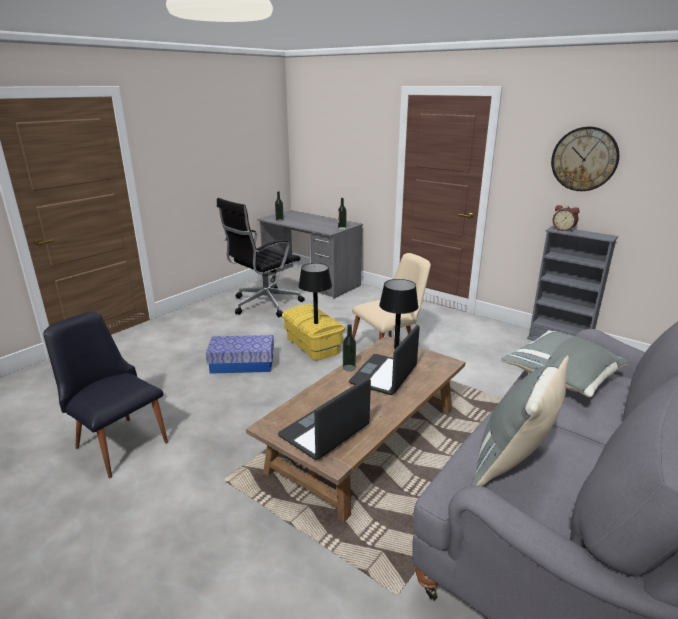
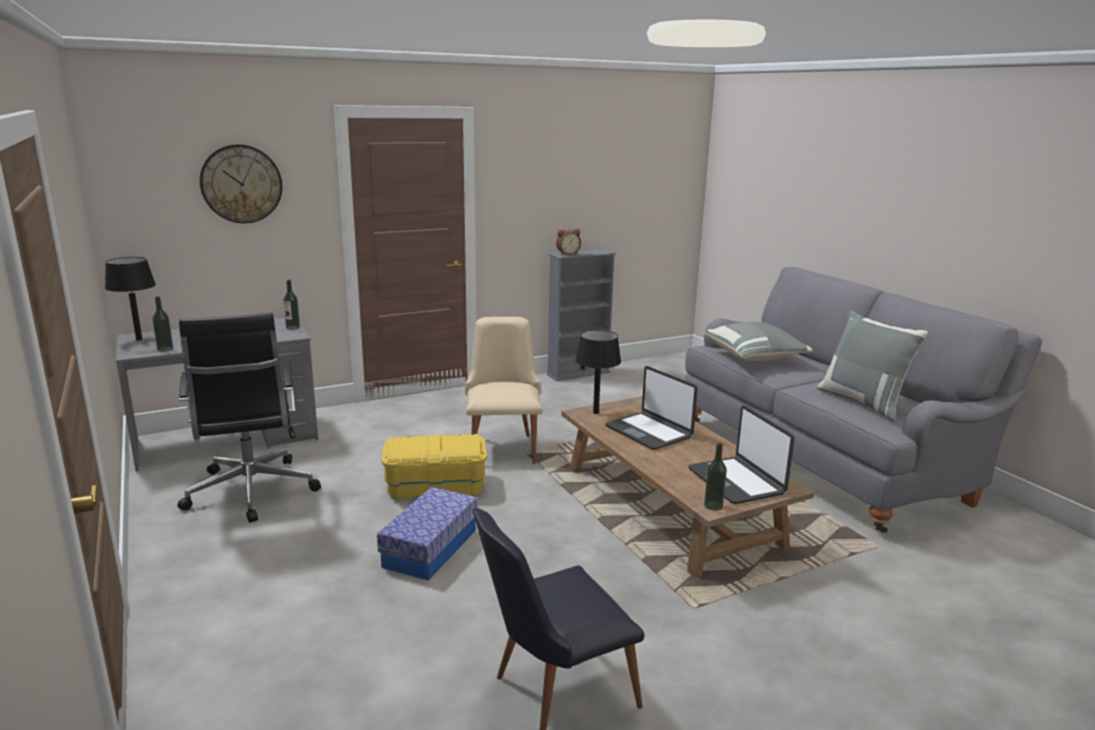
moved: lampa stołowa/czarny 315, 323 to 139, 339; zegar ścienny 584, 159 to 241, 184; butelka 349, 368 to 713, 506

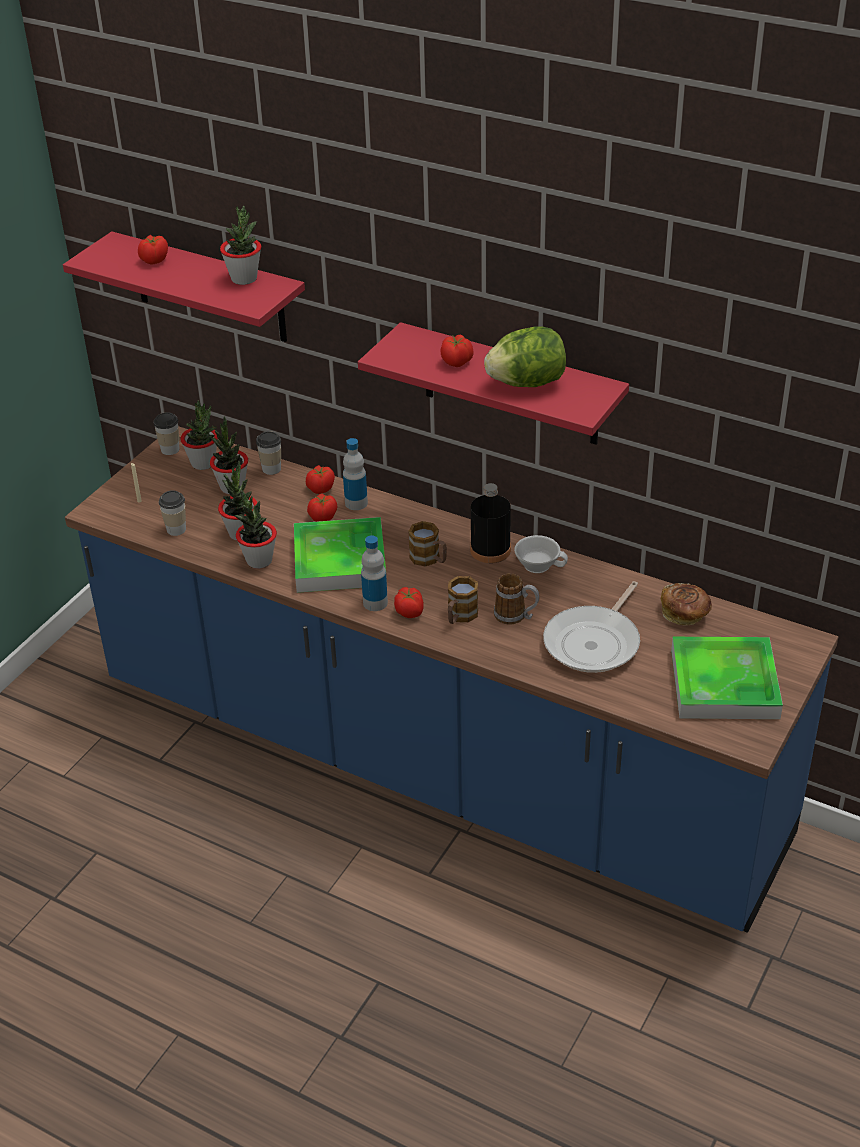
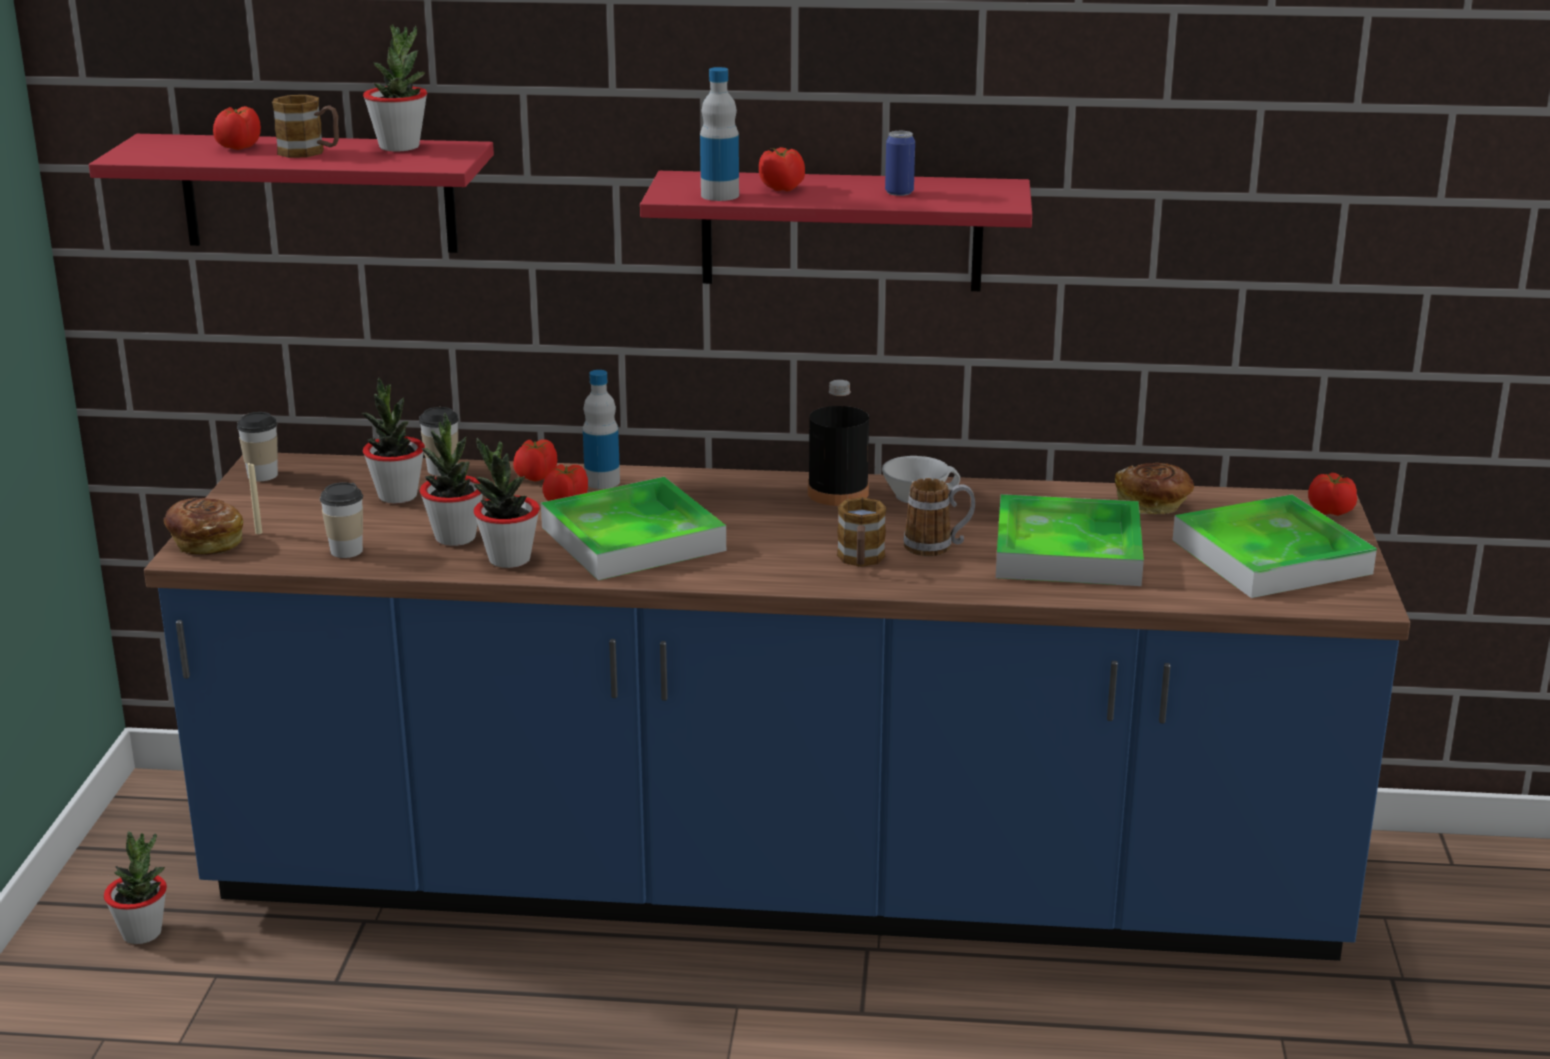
added: chleb 205, 542
moved: roślina doniczkowa 203, 463 to 142, 933; kubek 429, 559 to 310, 152; butelka 375, 603 to 720, 195; pomidor 409, 612 to 1330, 511
replaced: sałata 527, 383 to puszka 899, 192; patelnia 595, 642 to taca 1067, 551

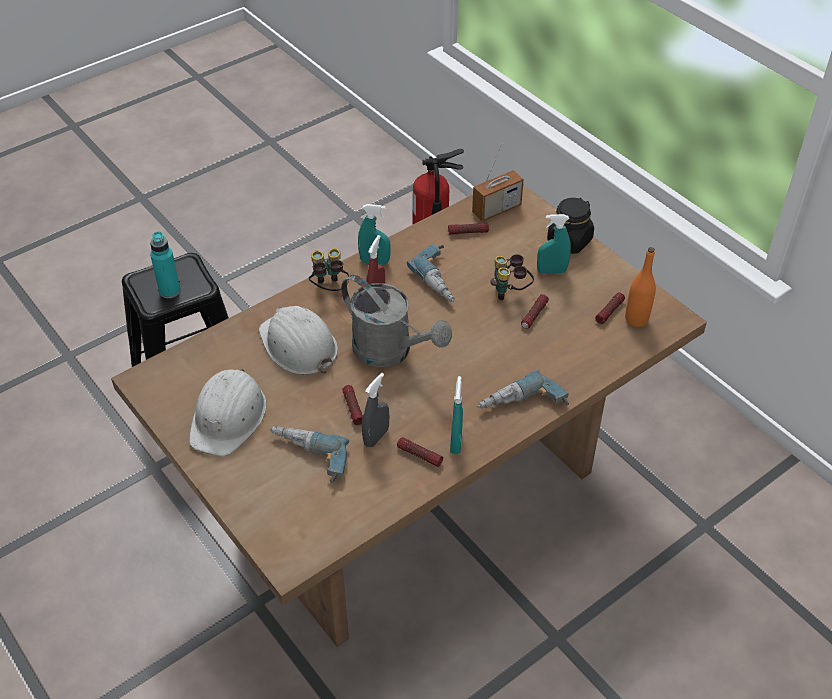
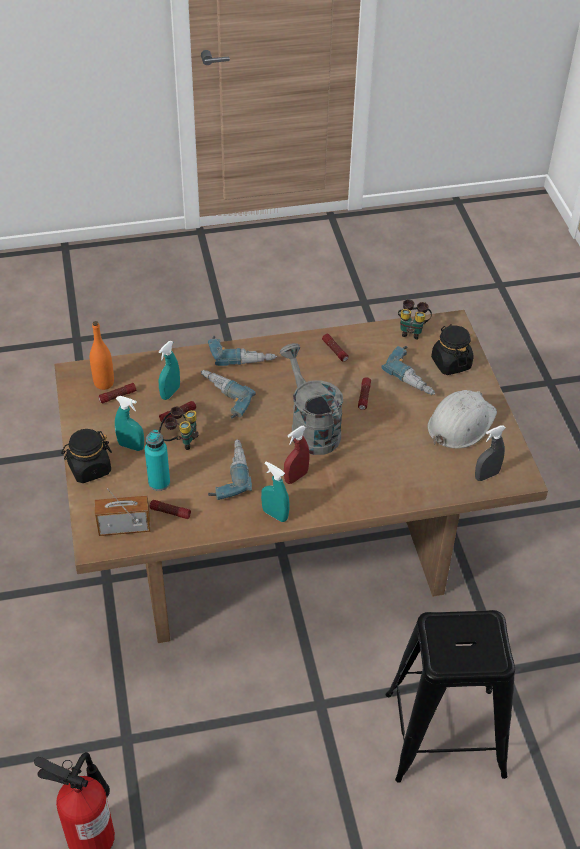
removed: kask/biały 298, 345
added: wiertarka 220, 399; słoik/czarny 450, 363
moved: butelka/turkusowy 170, 291 to 159, 482; spryskiwacz/turkusowy 456, 442 to 170, 393; lornetka 329, 289 to 412, 331; spryskiwacz/szary 376, 437 to 486, 475

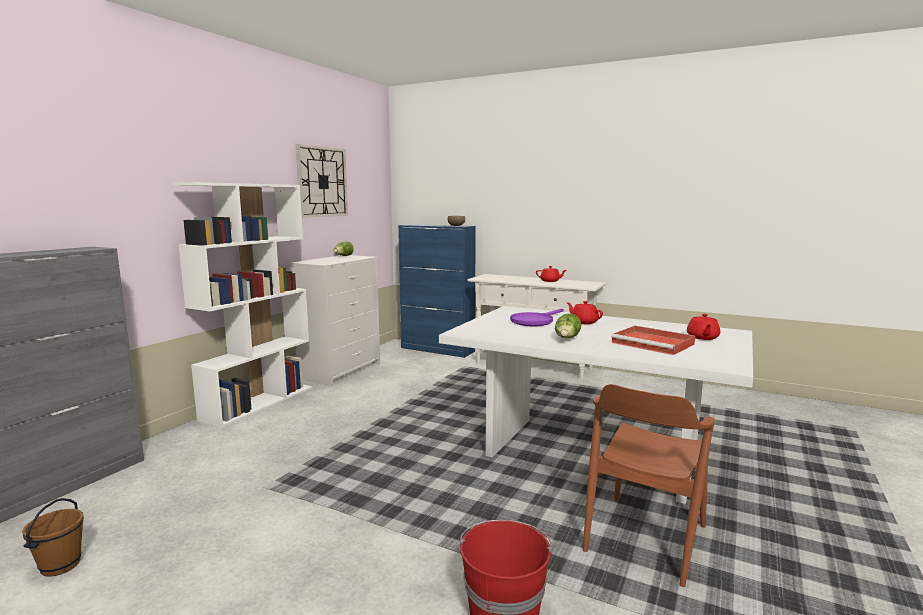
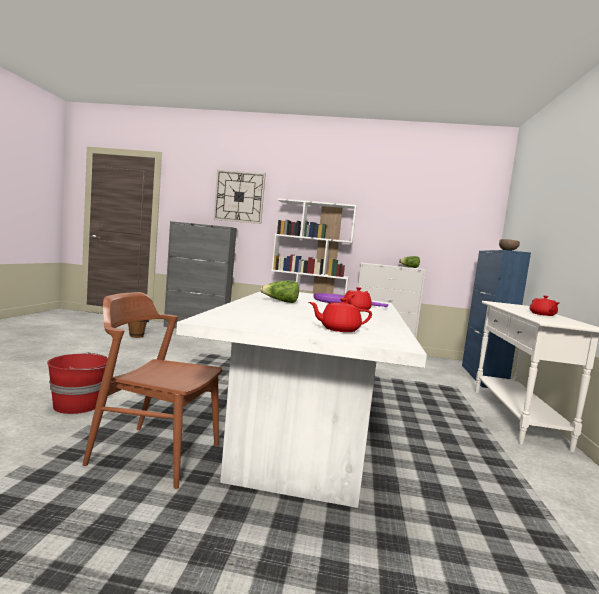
removed: taca/czerwony 654, 343
moved: zegar ścienny 322, 182 to 239, 197

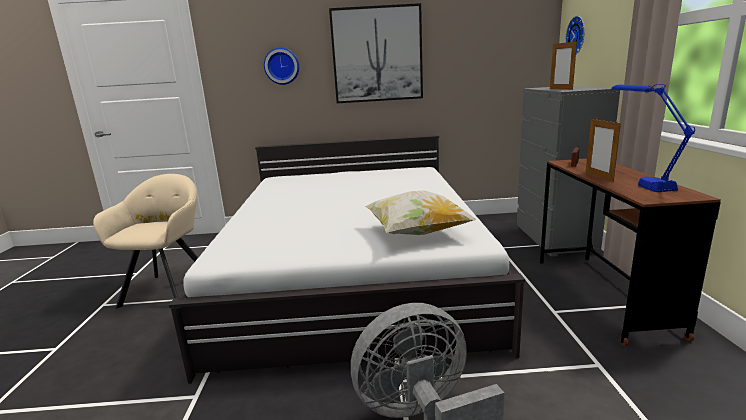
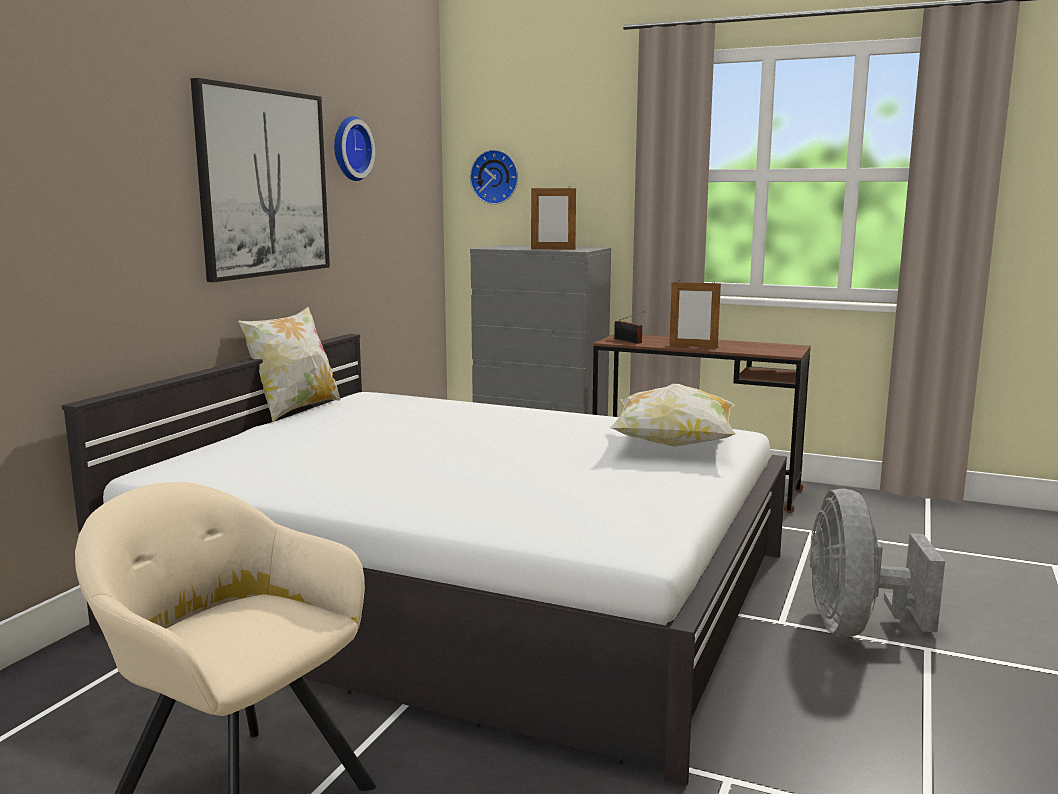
removed: lampa stołowa/niebieski 639, 181
added: poduszka 295, 409
moved: zegar ścienny 282, 66 to 349, 149

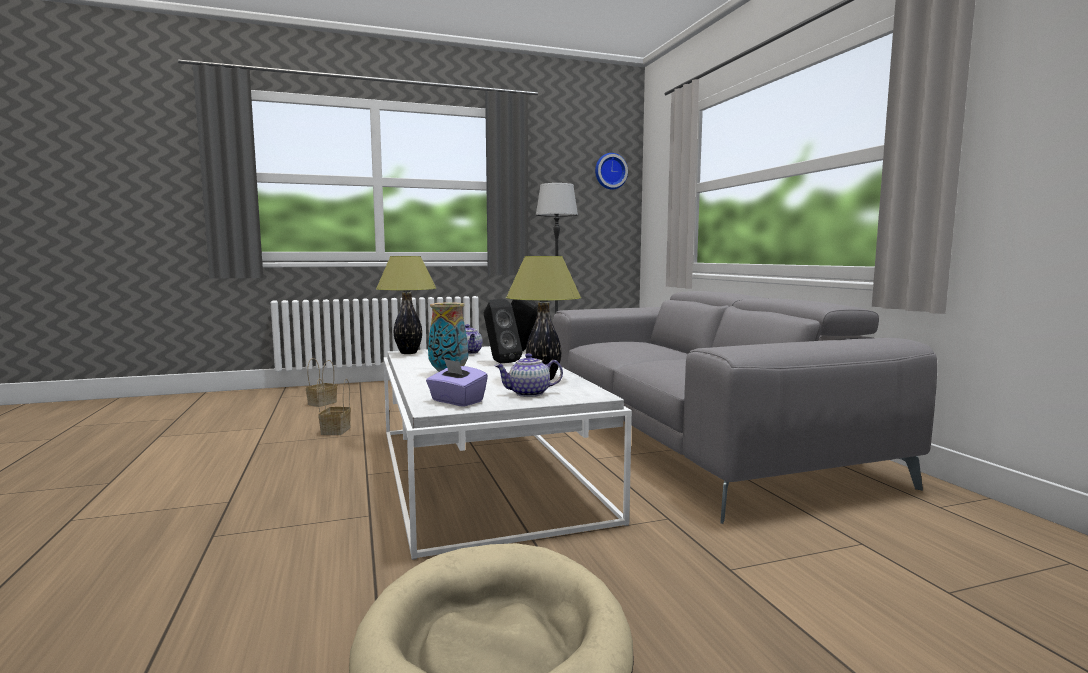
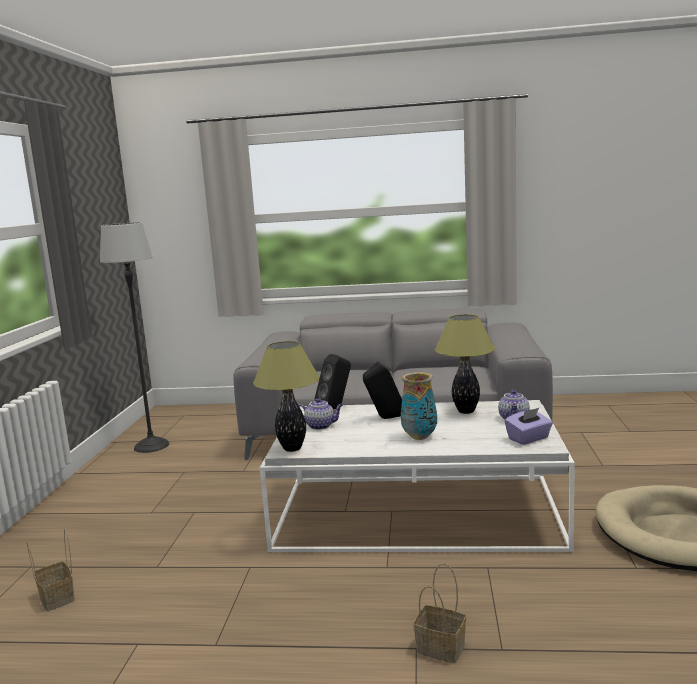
removed: zegar ścienny 610, 171
moved: koszyk 335, 430 to 439, 648

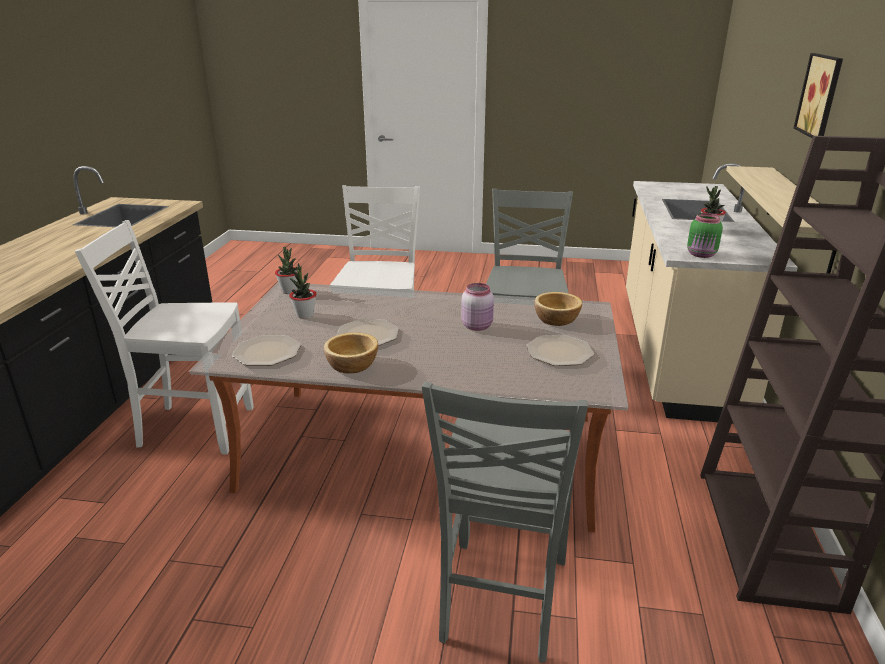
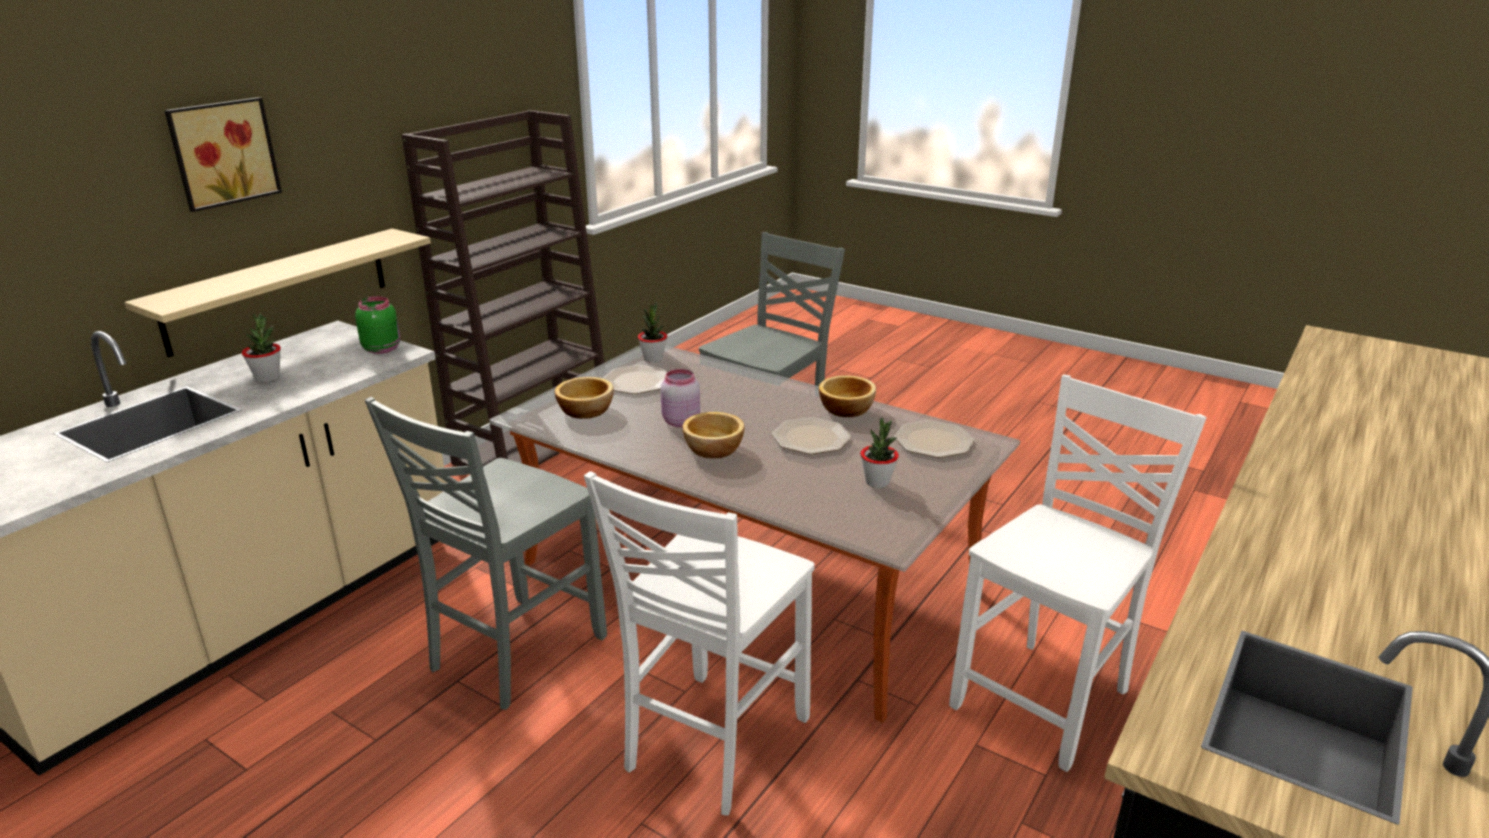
added: miska 715, 449
moved: roślina doniczkowa 289, 291 to 653, 359
turned: krzesło/biały 194, 427 = 1046, 700 75 degrees counterclockwise

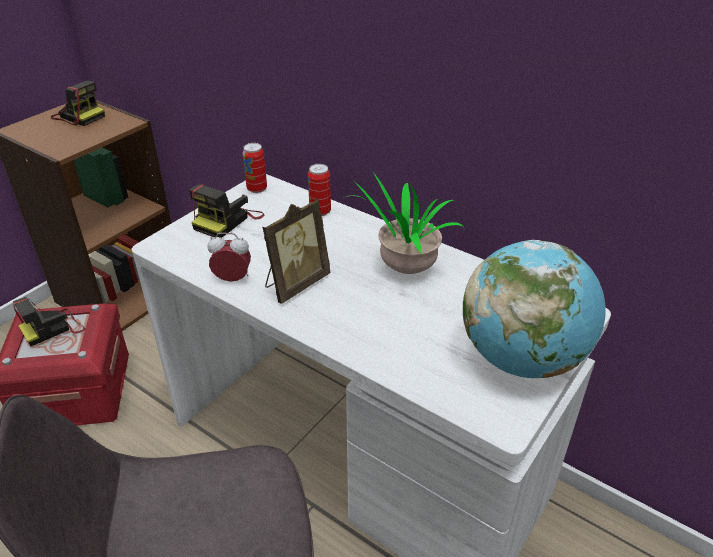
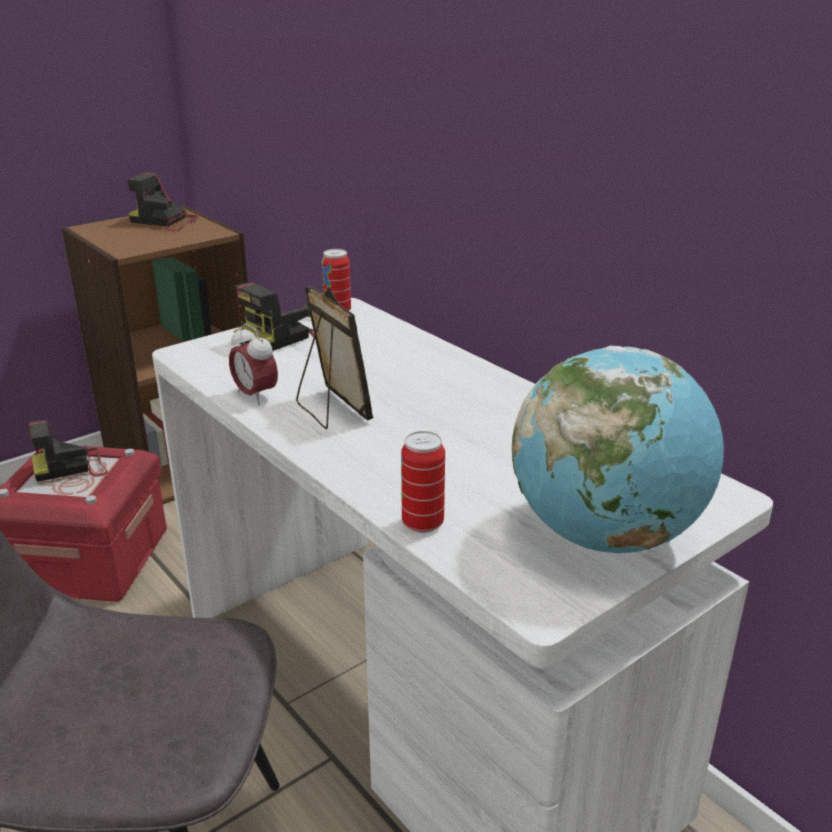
removed: roślina doniczkowa 403, 270
moved: puszka 320, 211 to 422, 523
turned: aparat fotograficzny 79, 116 = 165, 222 150 degrees clockwise; budzik 233, 279 = 255, 396 150 degrees counterclockwise; ramka na zdjęcie 295, 284 = 331, 411 90 degrees counterclockwise

